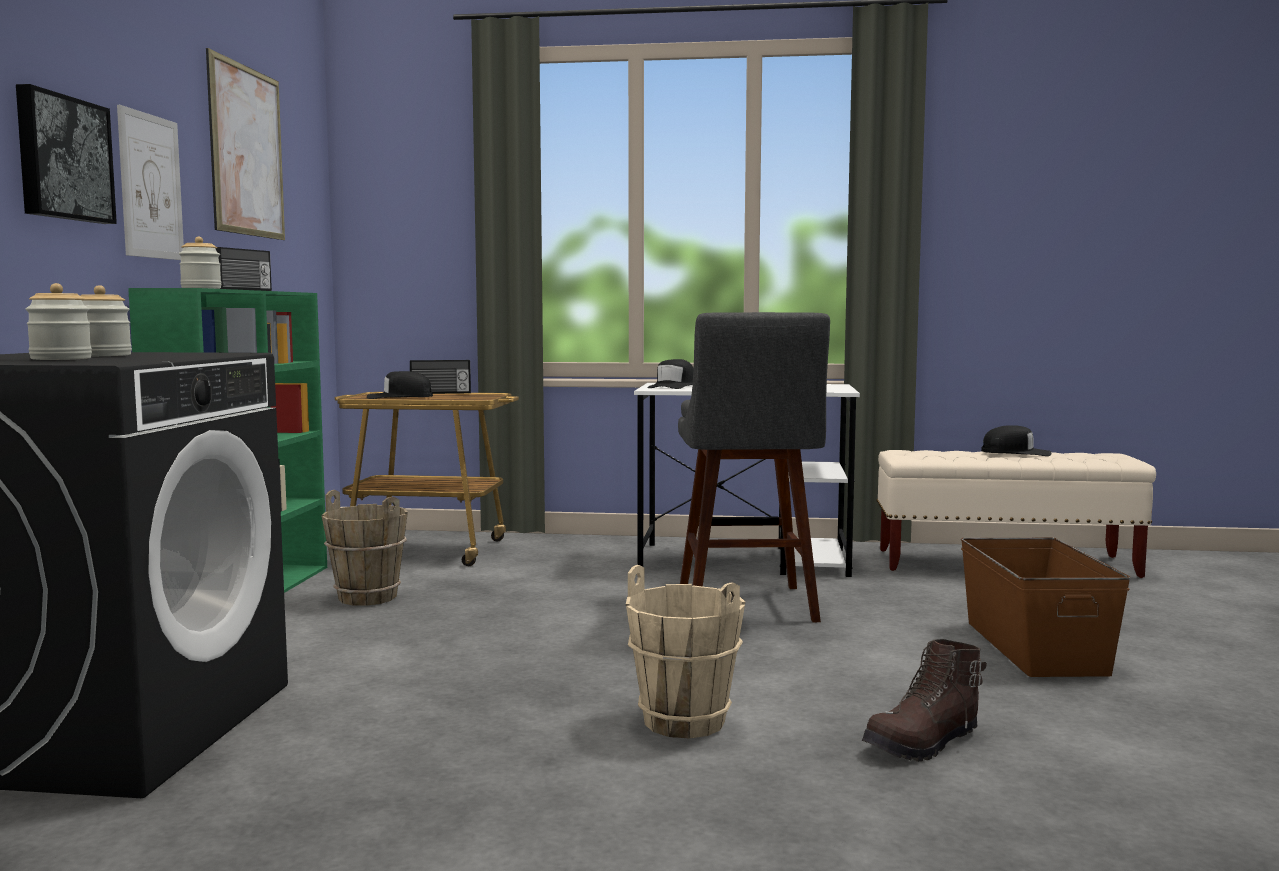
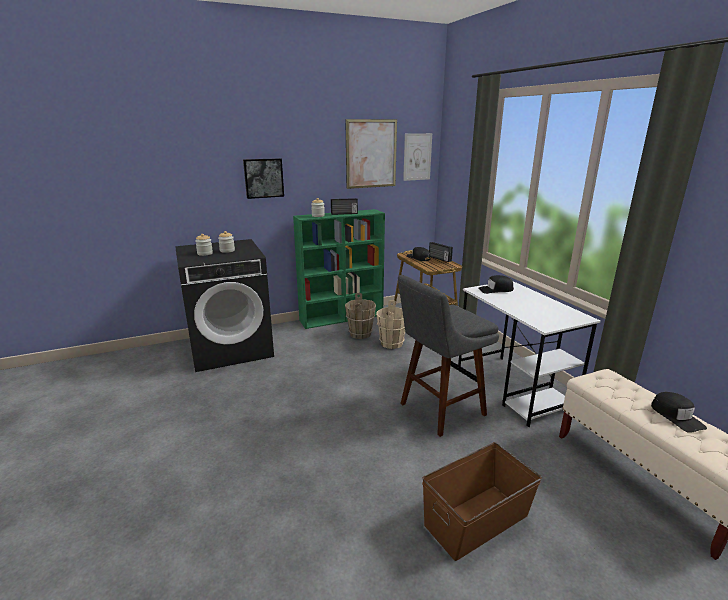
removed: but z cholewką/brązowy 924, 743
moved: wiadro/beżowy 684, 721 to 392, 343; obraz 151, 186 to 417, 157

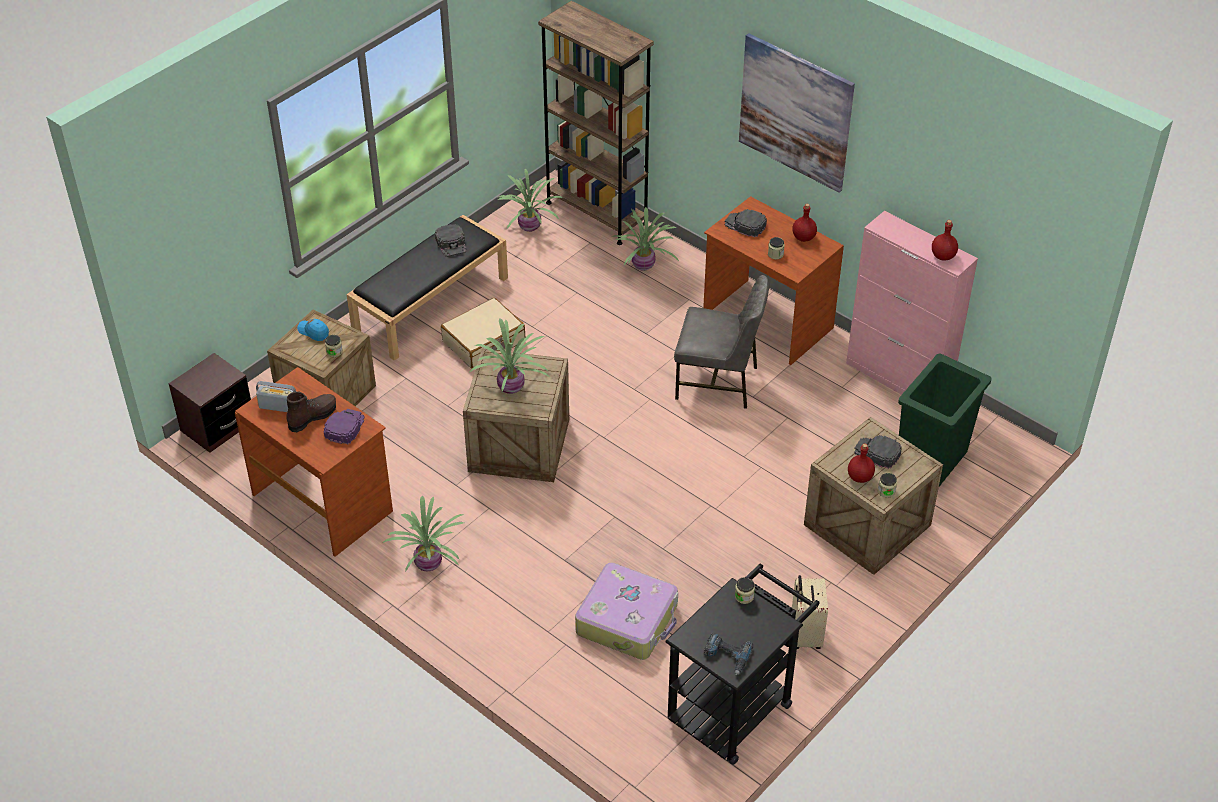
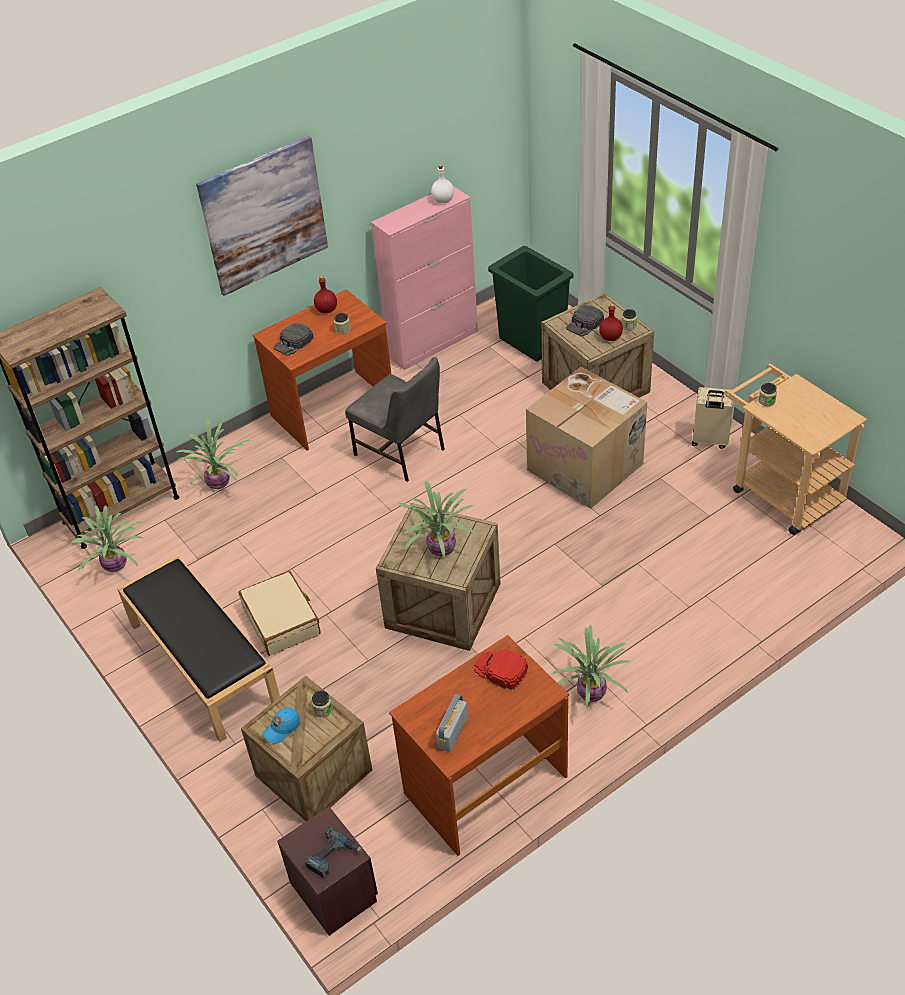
removed: but z cholewką/brązowy 312, 417; czapka z daszkiem/czarny 451, 243; walizka 628, 620
added: karton 587, 467
moved: wiertarka 726, 656 to 333, 857
recoloured: butelka/czerwony 943, 256 to butelka/biały 442, 200; czapka z daszkiem/fioletowy 344, 427 to czapka z daszkiem/czerwony 500, 670; wózek/czarny 736, 704 to wózek/beżowy 780, 491
turned: krzesło/szary 718, 382 = 401, 452 105 degrees clockwise

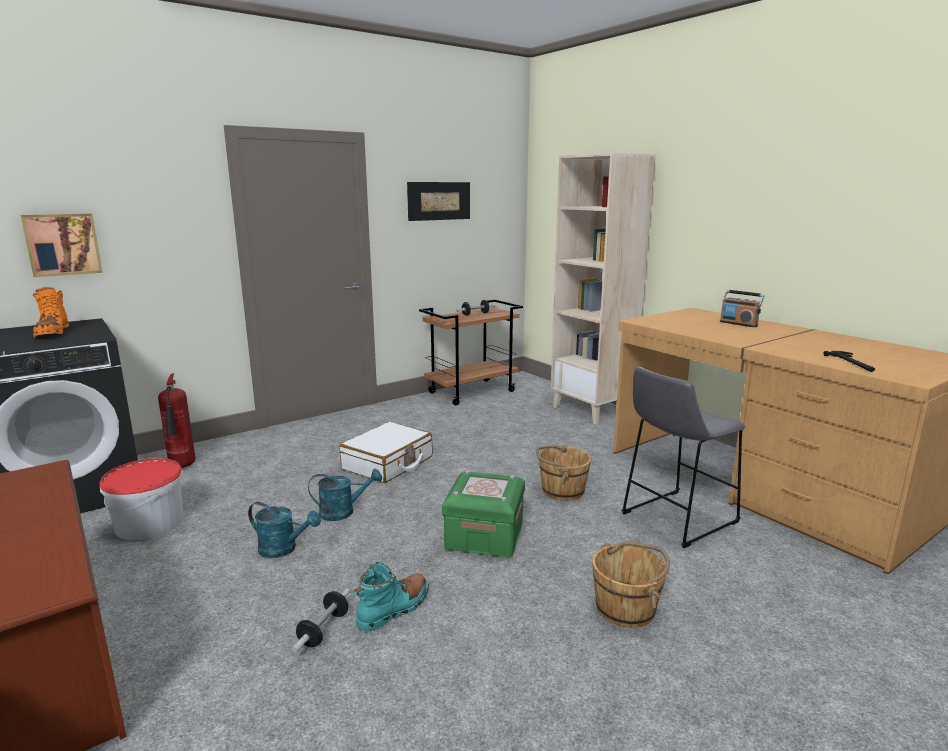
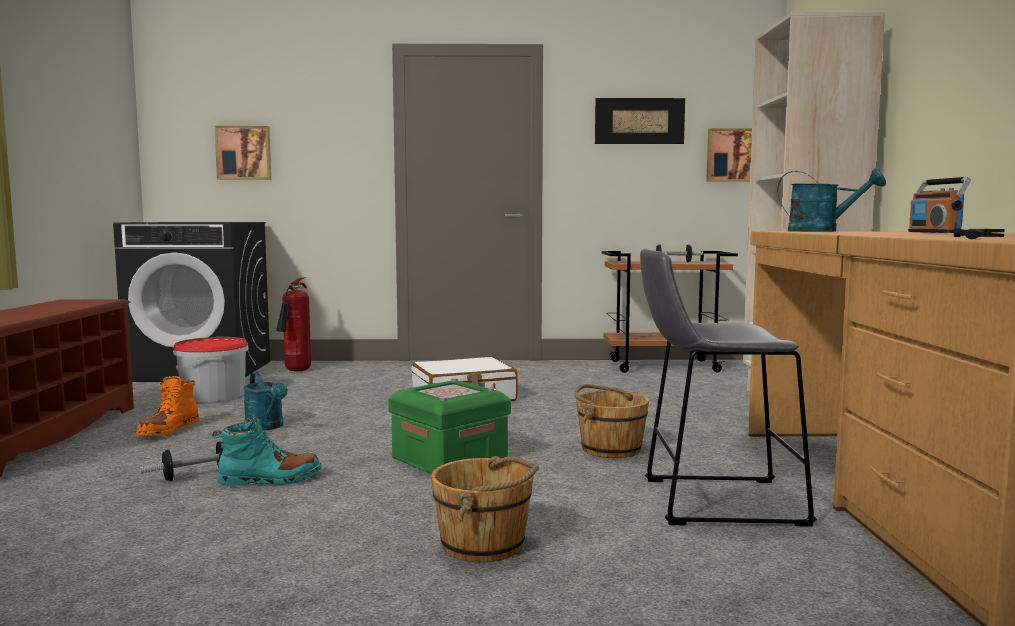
added: obraz 732, 155
moved: but z cholewką/pomarańczowy 52, 333 to 168, 431; konewka/turkusowy 343, 512 to 822, 231

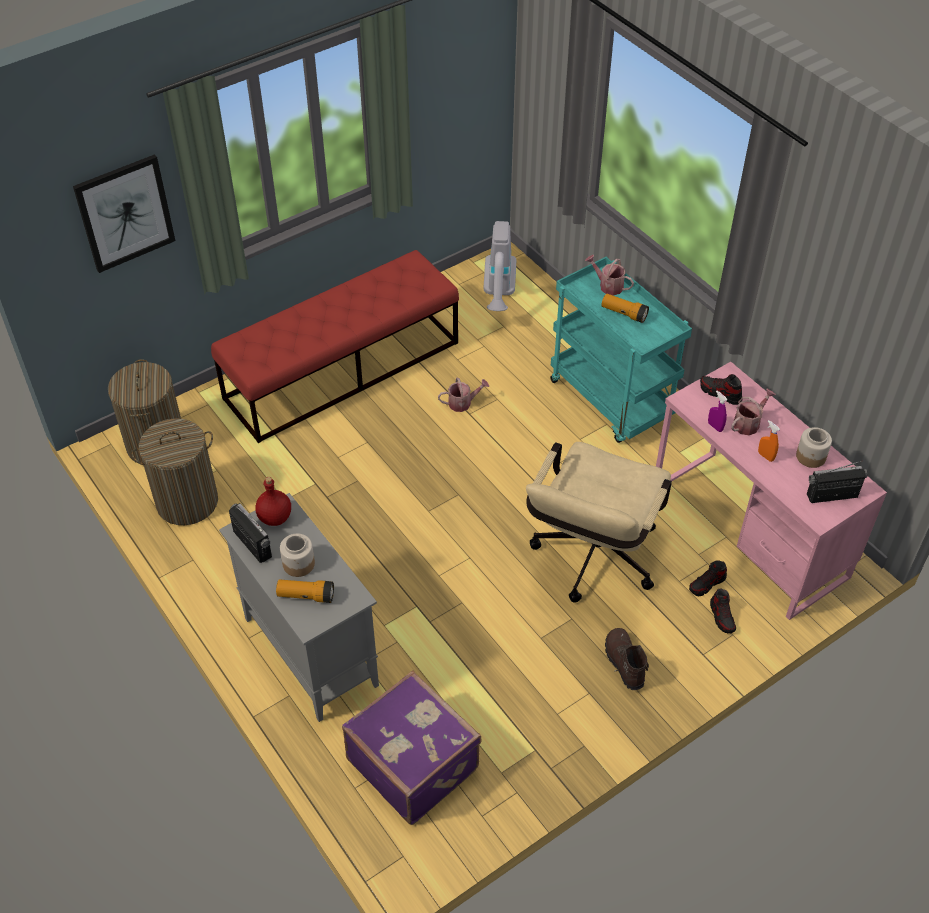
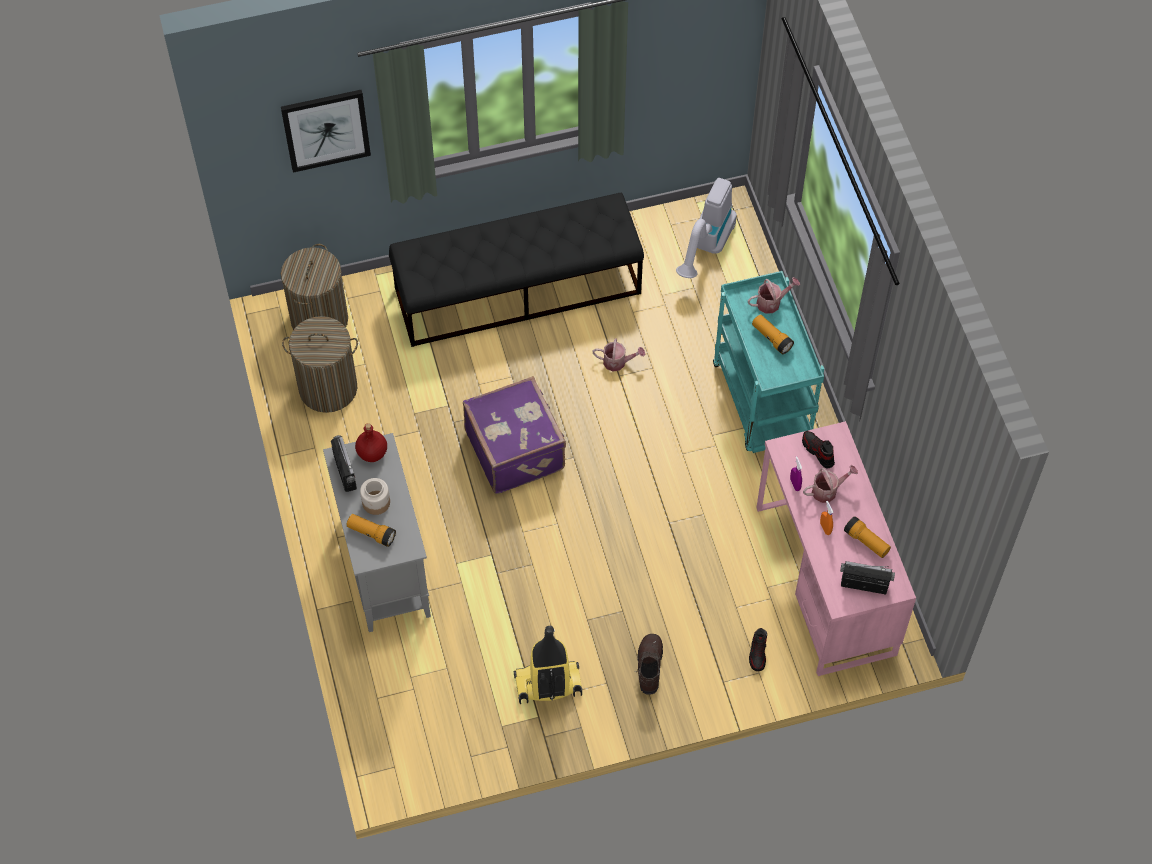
removed: krzesło biurowe/beżowy 591, 562; but 707, 584
added: odkurzacz 547, 686
moved: walizka/fioletowy 414, 762 to 516, 449
replaced: słoik 811, 457 to latarka 866, 542
recoloured: ławka/czerwony 343, 370 to ławka/czarny 518, 291
turned: konewka 608, 285 = 771, 302 105 degrees clockwise

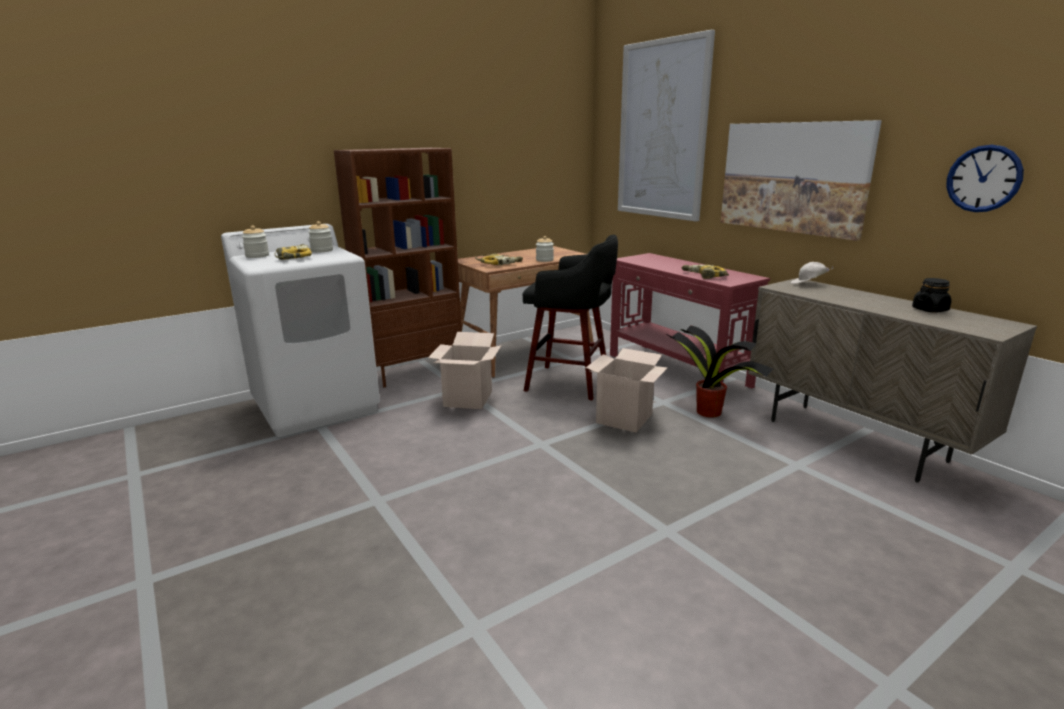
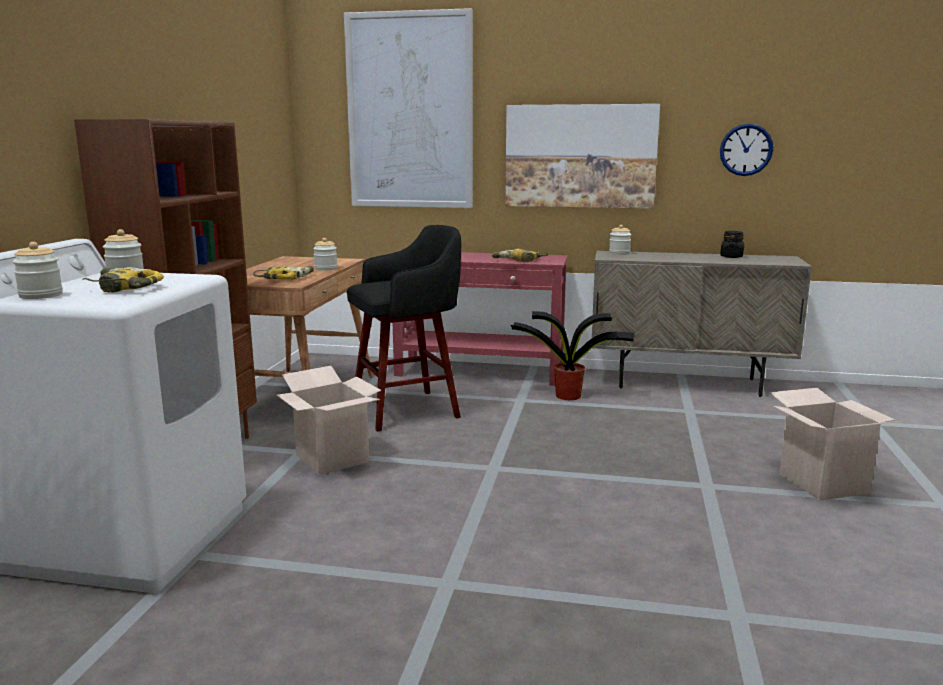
moved: karton 624, 418 to 823, 483
replaced: czapka z daszkiem/biały 808, 284 to słoik 619, 253

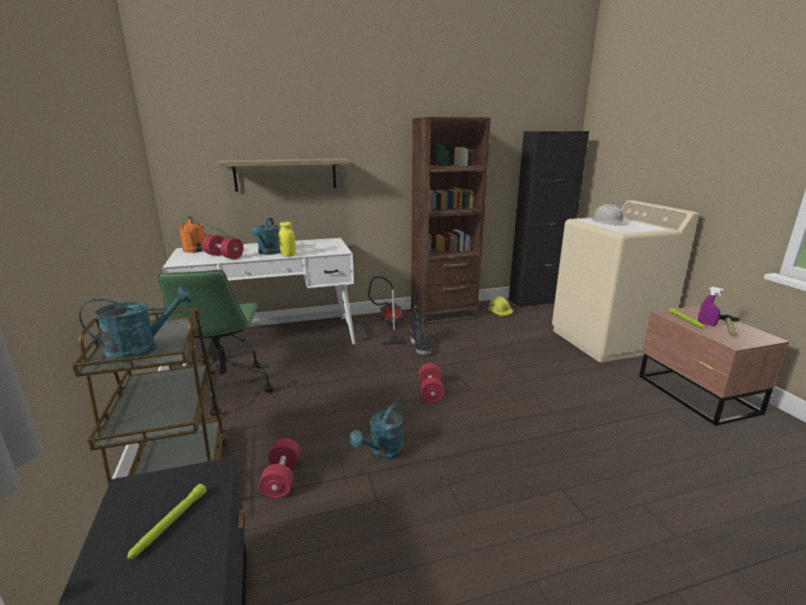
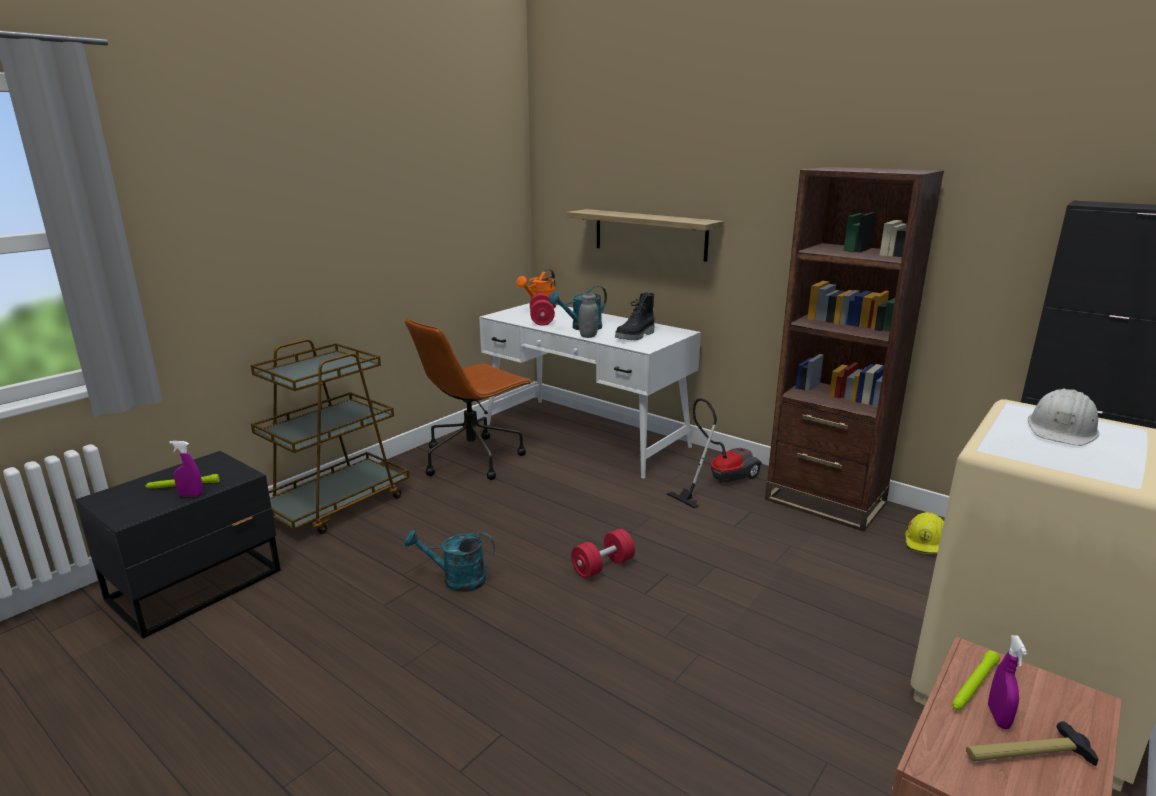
removed: konewka/turkusowy 142, 349; hantel/czerwony 282, 479
added: spryskiwacz/fioletowy 191, 495
moved: but z cholewką/czarny 421, 348 to 636, 336
recoloured: krzesło biurowe/zielony 225, 388 to krzesło biurowe/brązowy 473, 458; słoik/żółty 288, 255 to słoik/szary 588, 336

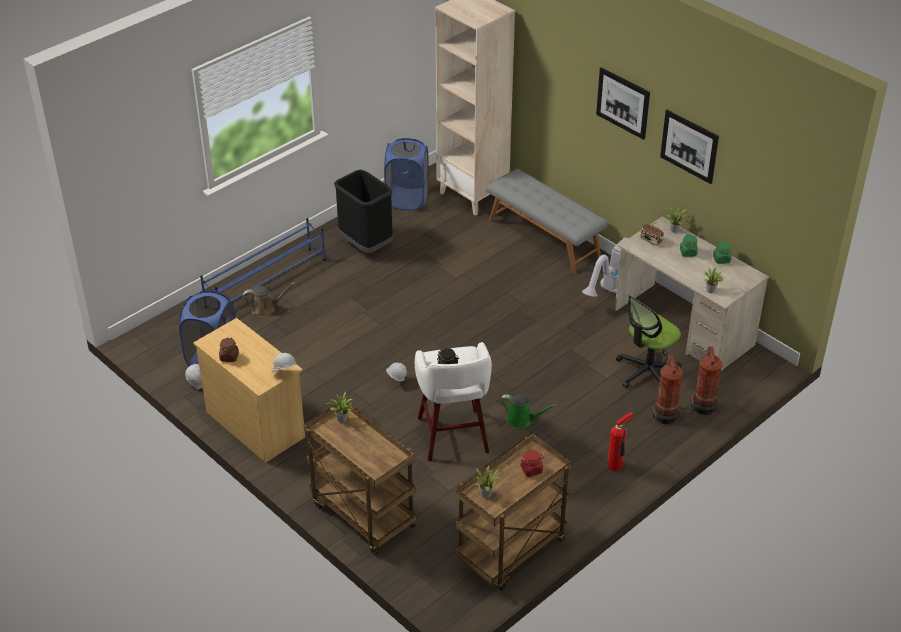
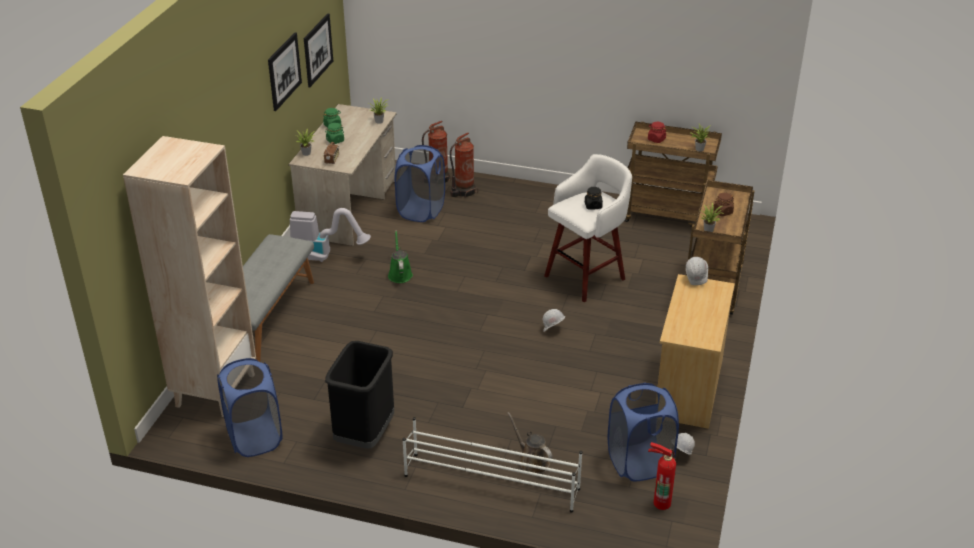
moved: obraz 623, 103 to 318, 50; konewka/zielony 522, 420 to 400, 274; gaśnica 616, 466 to 661, 501; słoik/brązowy 229, 357 to 722, 212
replaced: krzesło biurowe 647, 372 to kosz na pranie/niebieski 421, 211
recoloured: regał na buty/niebieski 267, 283 to regał na buty/biały 491, 482

